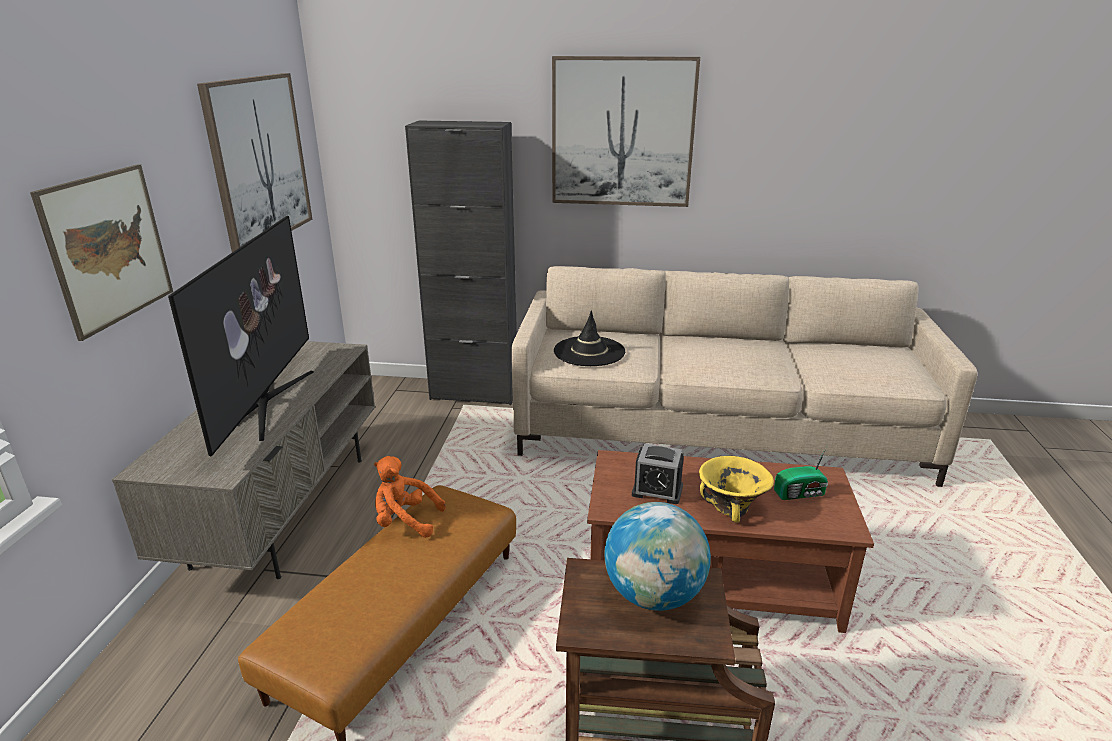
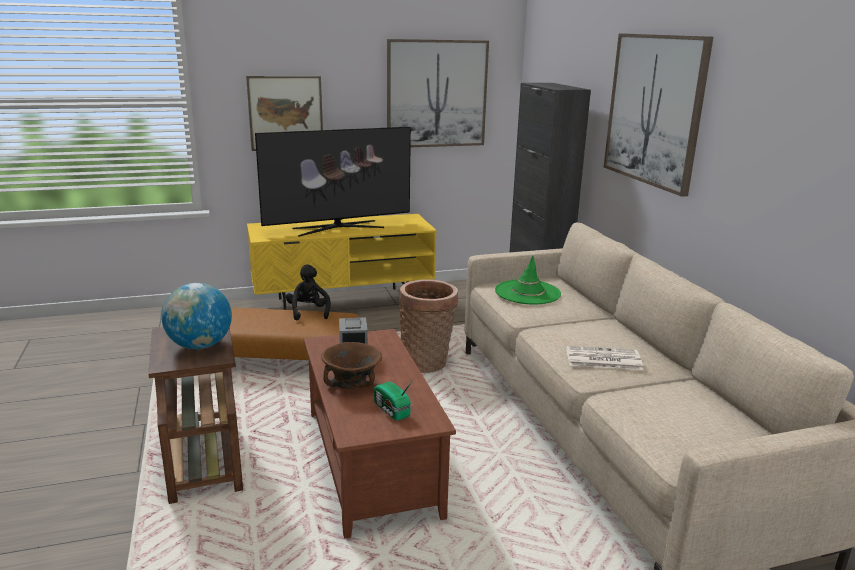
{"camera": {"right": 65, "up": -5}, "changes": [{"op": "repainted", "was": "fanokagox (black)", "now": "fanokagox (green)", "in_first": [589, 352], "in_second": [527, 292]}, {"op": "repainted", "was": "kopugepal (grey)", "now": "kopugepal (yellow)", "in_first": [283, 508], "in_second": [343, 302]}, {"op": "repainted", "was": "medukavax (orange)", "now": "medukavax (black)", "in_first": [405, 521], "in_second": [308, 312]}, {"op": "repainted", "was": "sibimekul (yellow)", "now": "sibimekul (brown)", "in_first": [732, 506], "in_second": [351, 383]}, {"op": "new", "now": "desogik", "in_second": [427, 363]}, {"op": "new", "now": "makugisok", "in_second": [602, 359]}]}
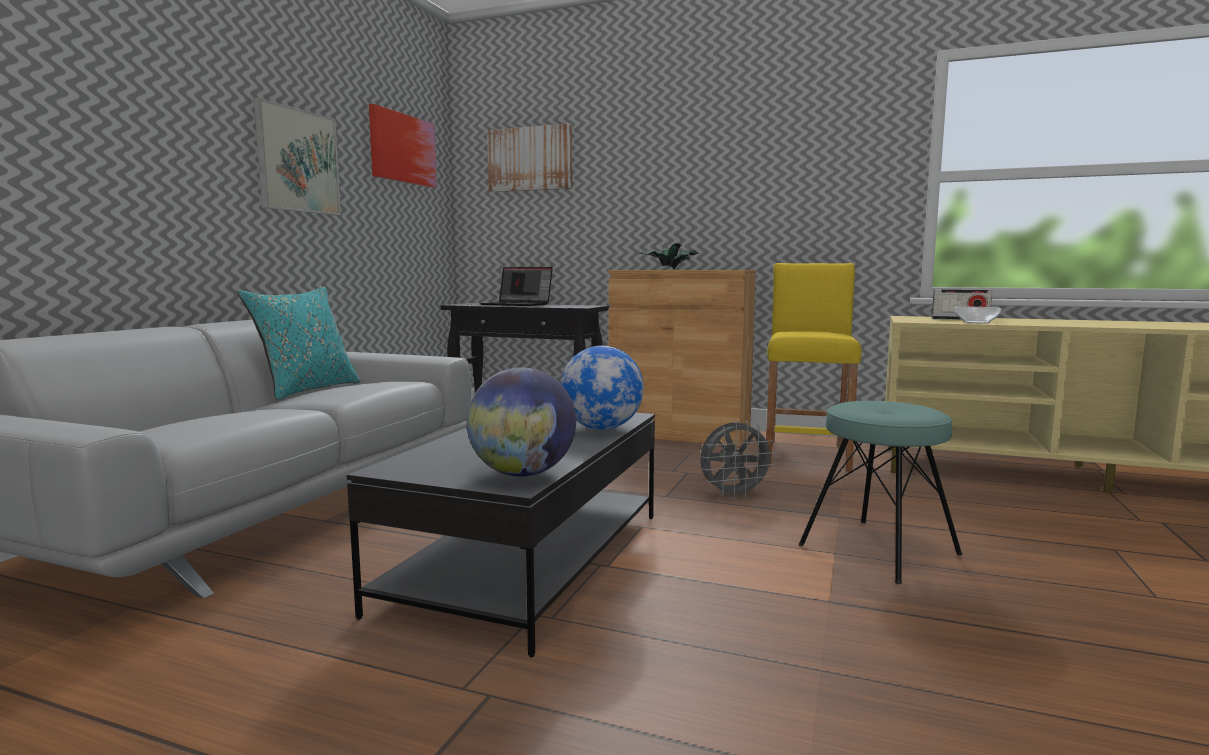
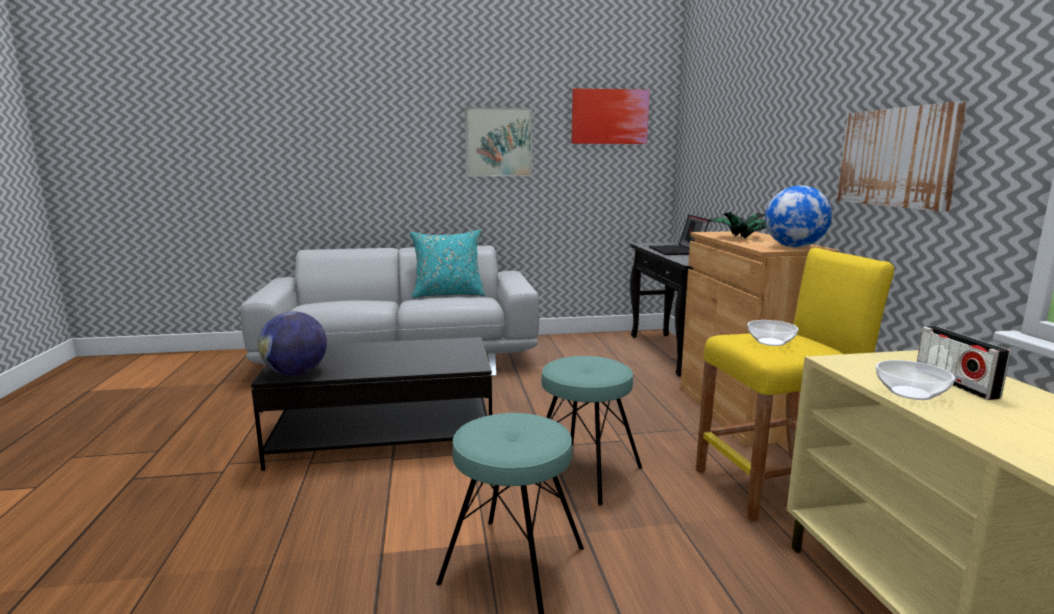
{"camera": {"right": 60, "up": 5}, "changes": [{"op": "shifted", "was": "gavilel", "in_first": [530, 159], "in_second": [897, 157]}, {"op": "shifted", "was": "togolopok", "in_first": [601, 428], "in_second": [794, 247]}, {"op": "swapped", "was": "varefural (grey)", "now": "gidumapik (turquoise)", "in_first": [734, 495], "in_second": [584, 472]}, {"op": "new", "now": "sibimekul", "in_second": [770, 342]}]}
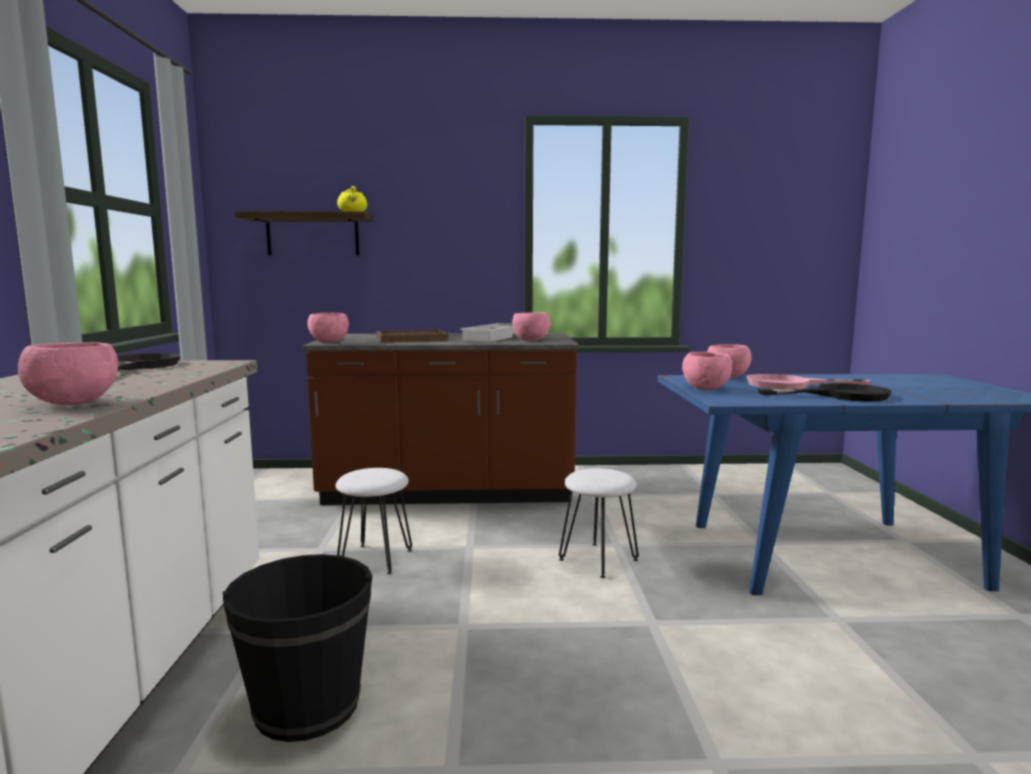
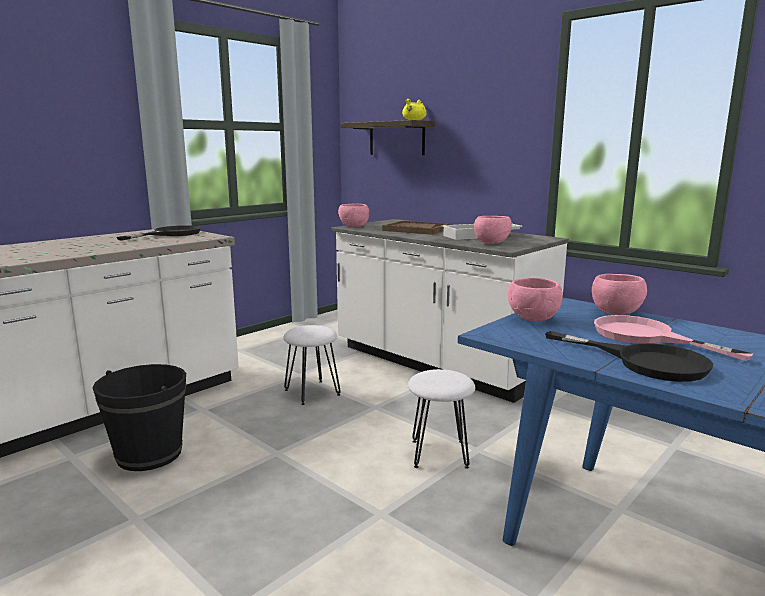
{"camera": {"right": 45, "up": 5}, "changes": [{"op": "repainted", "was": "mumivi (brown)", "now": "mumivi (white)", "in_first": [448, 491], "in_second": [438, 363]}, {"op": "gone", "was": "sibimekul (pink)", "in_first": [73, 403]}]}
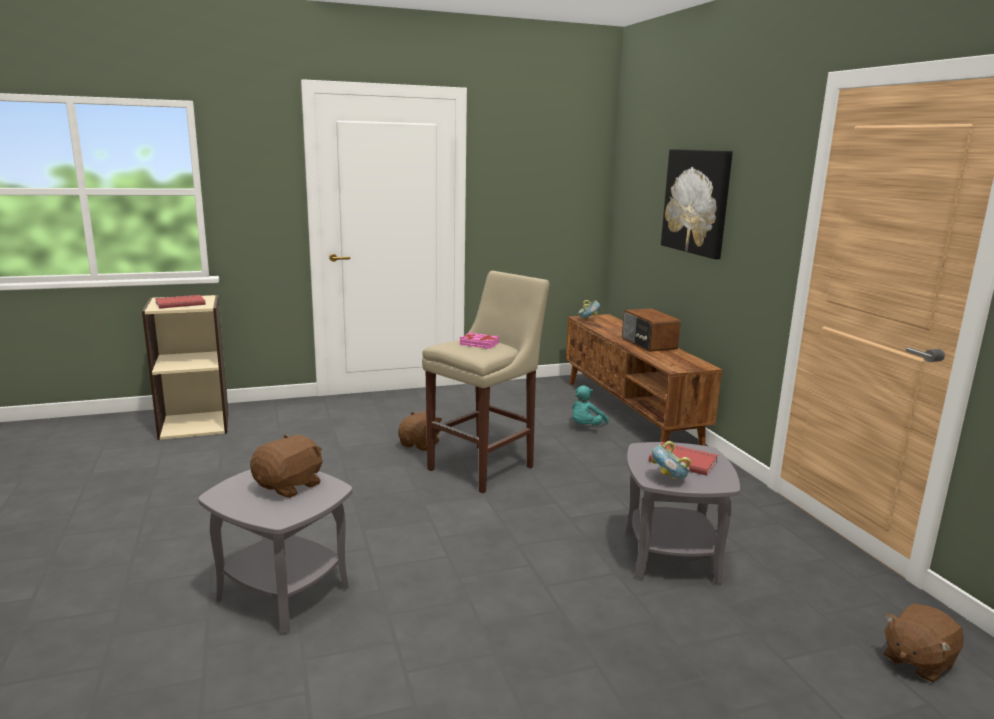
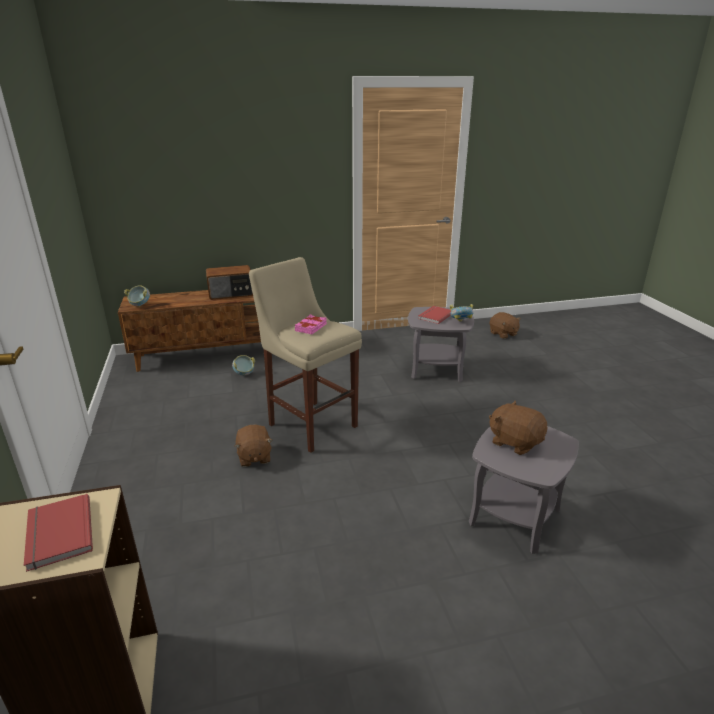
{"camera": {"right": -85, "up": 10}, "changes": [{"op": "gone", "was": "gavilel", "in_first": [697, 201]}, {"op": "swapped", "was": "medukavax (turquoise)", "now": "sibimekul", "in_first": [586, 427], "in_second": [244, 374]}, {"op": "rotated", "was": "medukavax (brown)", "in_first": [420, 444], "in_second": [254, 457], "clockwise": -135}]}
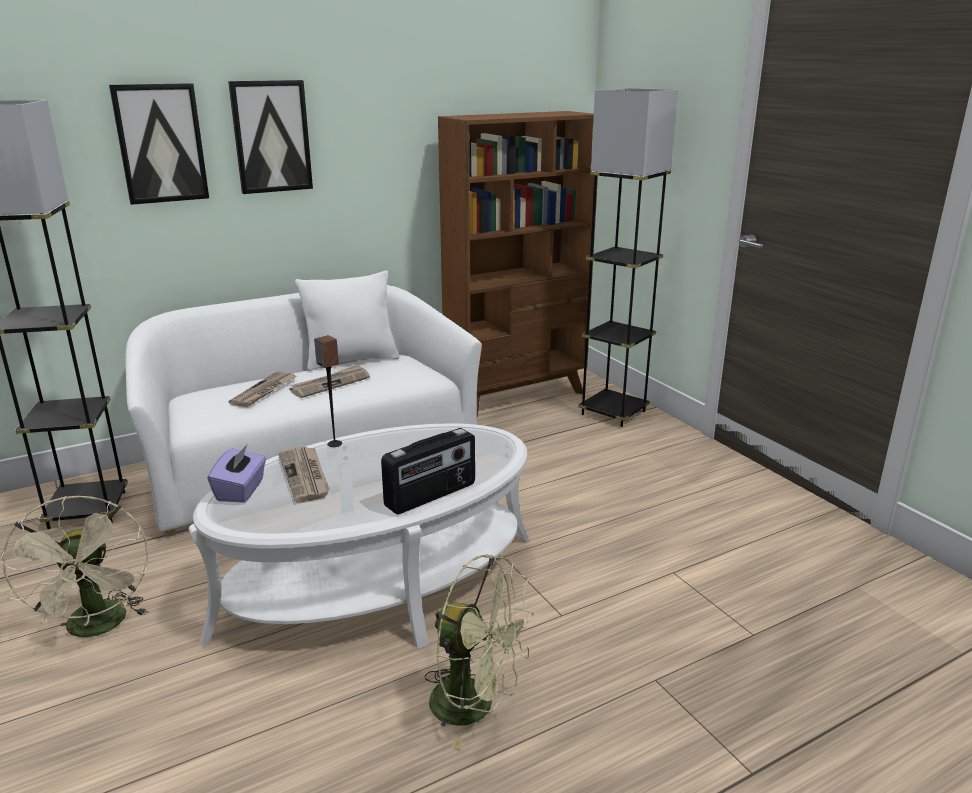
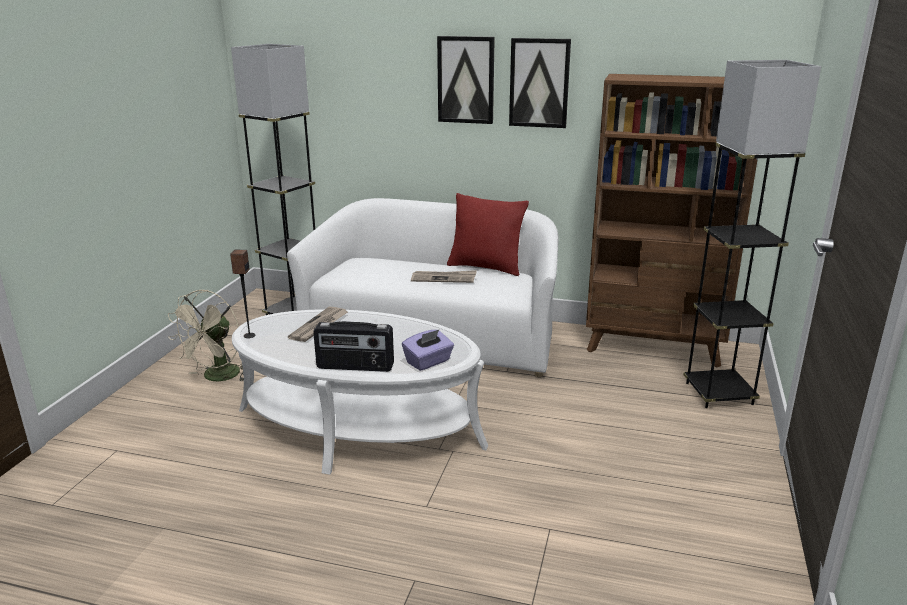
{"camera": {"right": 45, "up": 0}, "changes": [{"op": "shifted", "was": "gavilel", "in_first": [160, 143], "in_second": [539, 83]}, {"op": "repainted", "was": "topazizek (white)", "now": "topazizek (red)", "in_first": [351, 360], "in_second": [486, 267]}, {"op": "shifted", "was": "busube", "in_first": [334, 444], "in_second": [249, 335]}, {"op": "gone", "was": "makugisok", "in_first": [264, 391]}, {"op": "shifted", "was": "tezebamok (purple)", "in_first": [241, 490], "in_second": [428, 362]}, {"op": "gone", "was": "varefural (green)", "in_first": [476, 705]}]}
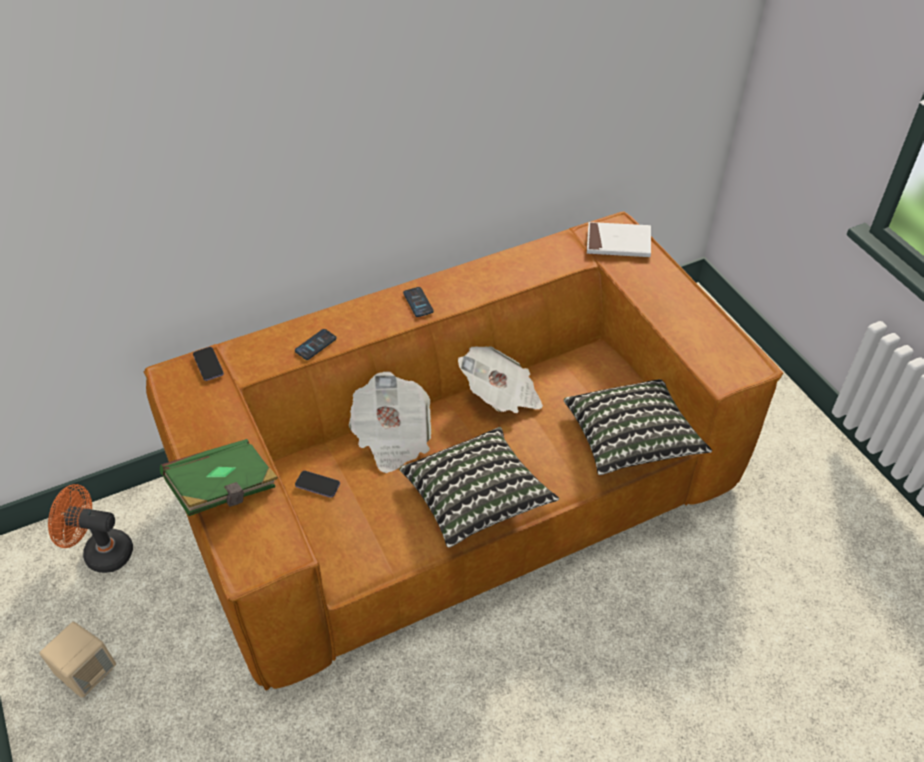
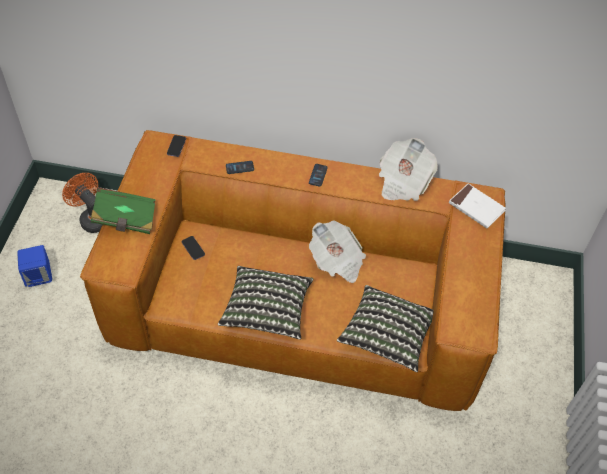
{"camera": {"right": 35, "up": 5}, "changes": [{"op": "shifted", "was": "makugisok", "in_first": [392, 437], "in_second": [403, 182]}, {"op": "repainted", "was": "busube (beige)", "now": "busube (blue)", "in_first": [87, 673], "in_second": [39, 276]}]}
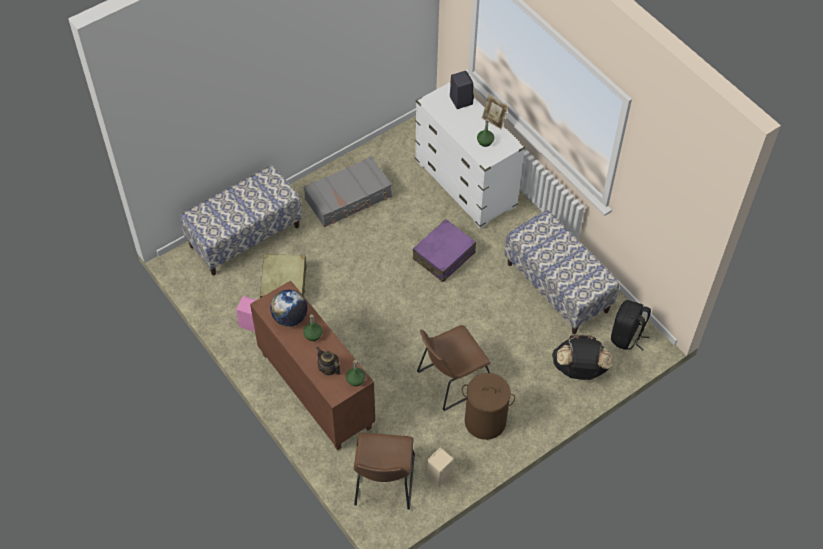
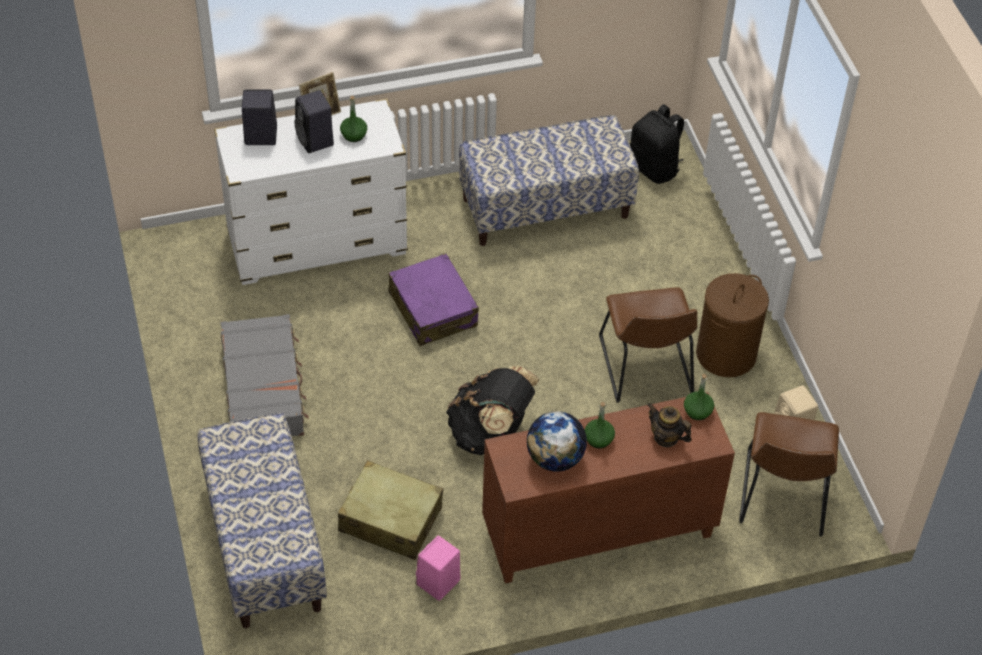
{"camera": {"right": -70, "up": -5}, "changes": [{"op": "shifted", "was": "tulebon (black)", "in_first": [579, 370], "in_second": [490, 433]}, {"op": "rotated", "was": "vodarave", "in_first": [328, 369], "in_second": [666, 437], "clockwise": 60}, {"op": "rotated", "was": "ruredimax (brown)", "in_first": [384, 483], "in_second": [783, 497], "clockwise": 75}, {"op": "new", "now": "busube (black)", "in_second": [316, 141]}]}
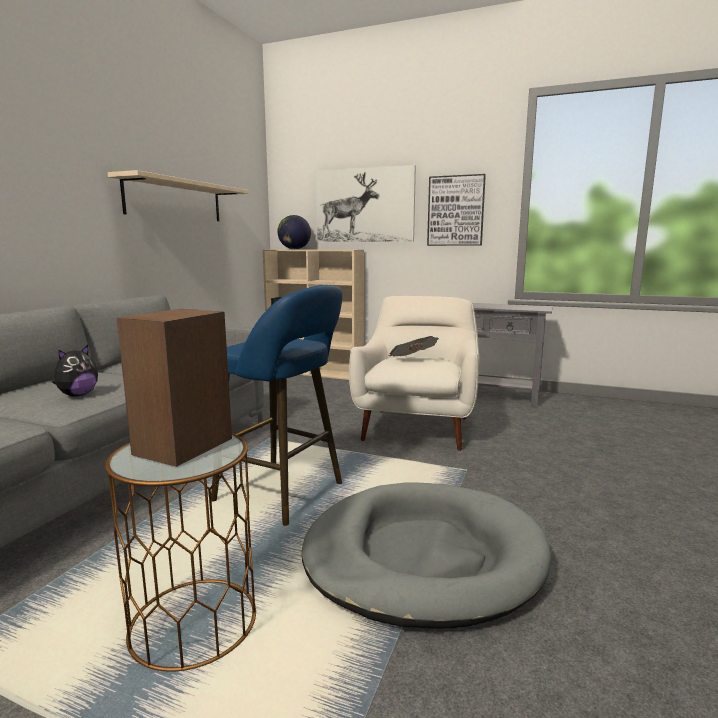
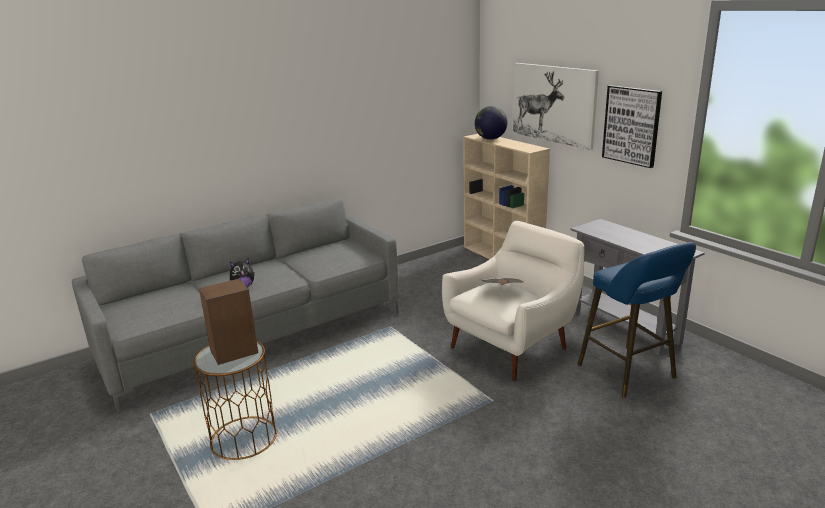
{"camera": {"right": 35, "up": 10}, "changes": [{"op": "gone", "was": "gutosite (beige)", "in_first": [175, 200]}, {"op": "shifted", "was": "gidumapik (blue)", "in_first": [285, 493], "in_second": [630, 373]}, {"op": "gone", "was": "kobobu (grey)", "in_first": [423, 557]}]}
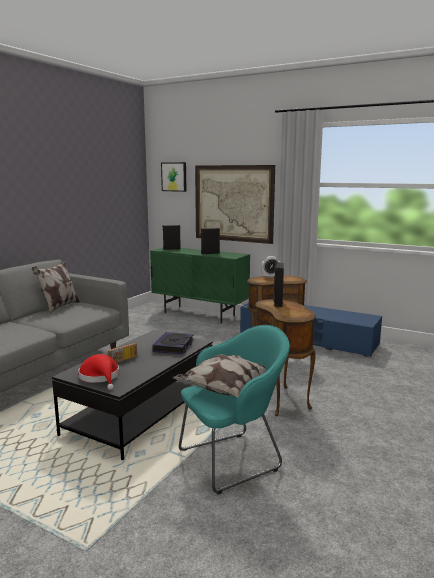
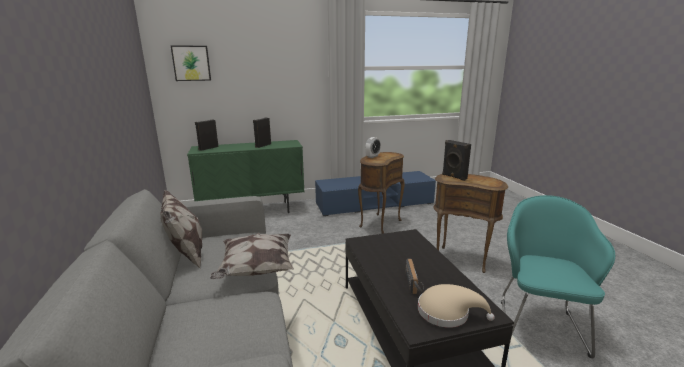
{"camera": {"right": -45, "up": 5}, "changes": [{"op": "gone", "was": "gavilel", "in_first": [233, 203]}, {"op": "gone", "was": "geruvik", "in_first": [174, 346]}, {"op": "repainted", "was": "fanokagox (red)", "now": "fanokagox (beige)", "in_first": [100, 377], "in_second": [447, 312]}, {"op": "shifted", "was": "topazizek", "in_first": [224, 390], "in_second": [256, 269]}]}
